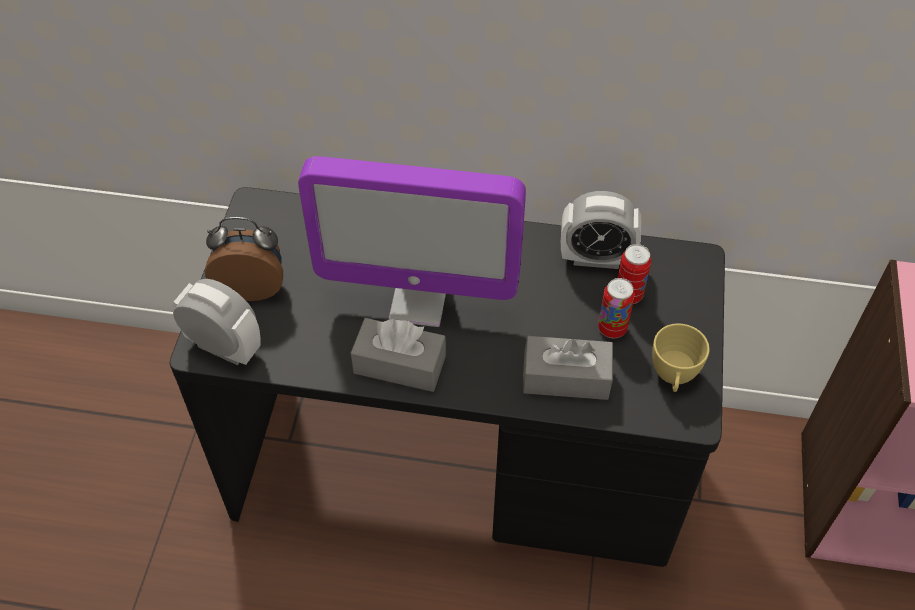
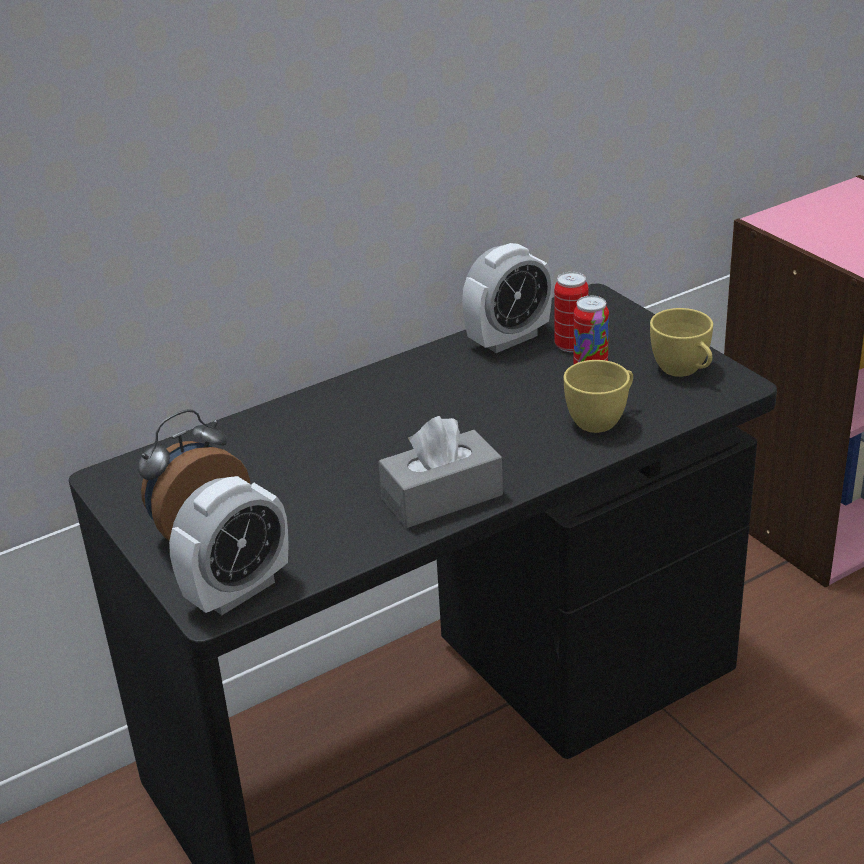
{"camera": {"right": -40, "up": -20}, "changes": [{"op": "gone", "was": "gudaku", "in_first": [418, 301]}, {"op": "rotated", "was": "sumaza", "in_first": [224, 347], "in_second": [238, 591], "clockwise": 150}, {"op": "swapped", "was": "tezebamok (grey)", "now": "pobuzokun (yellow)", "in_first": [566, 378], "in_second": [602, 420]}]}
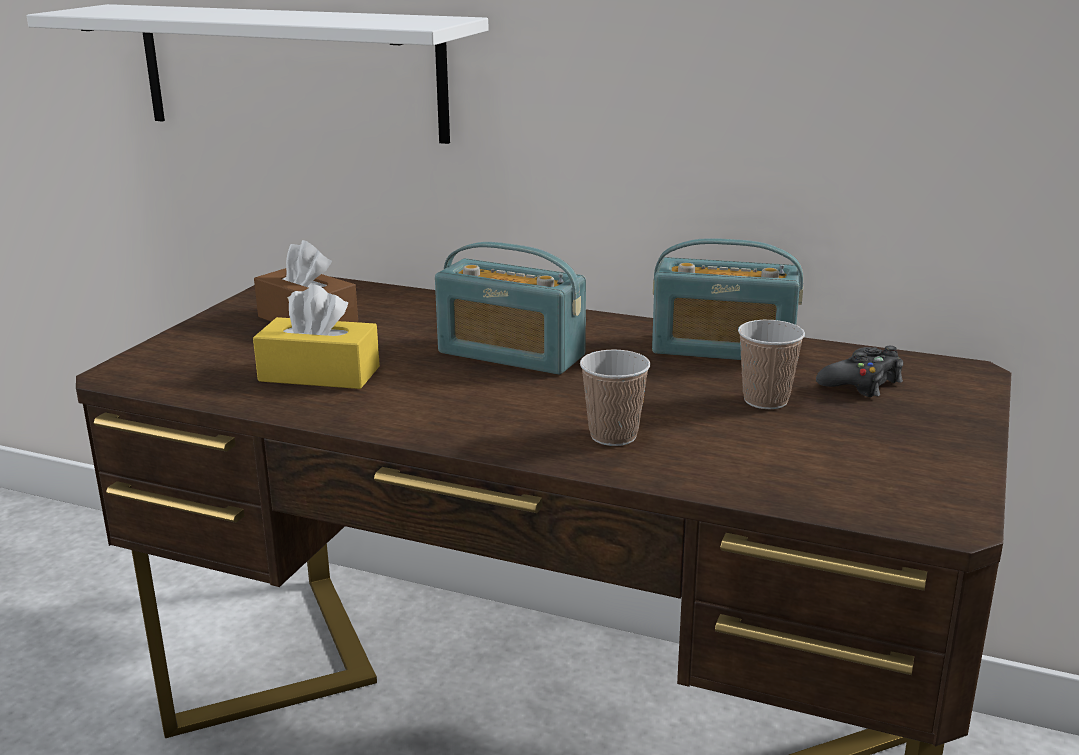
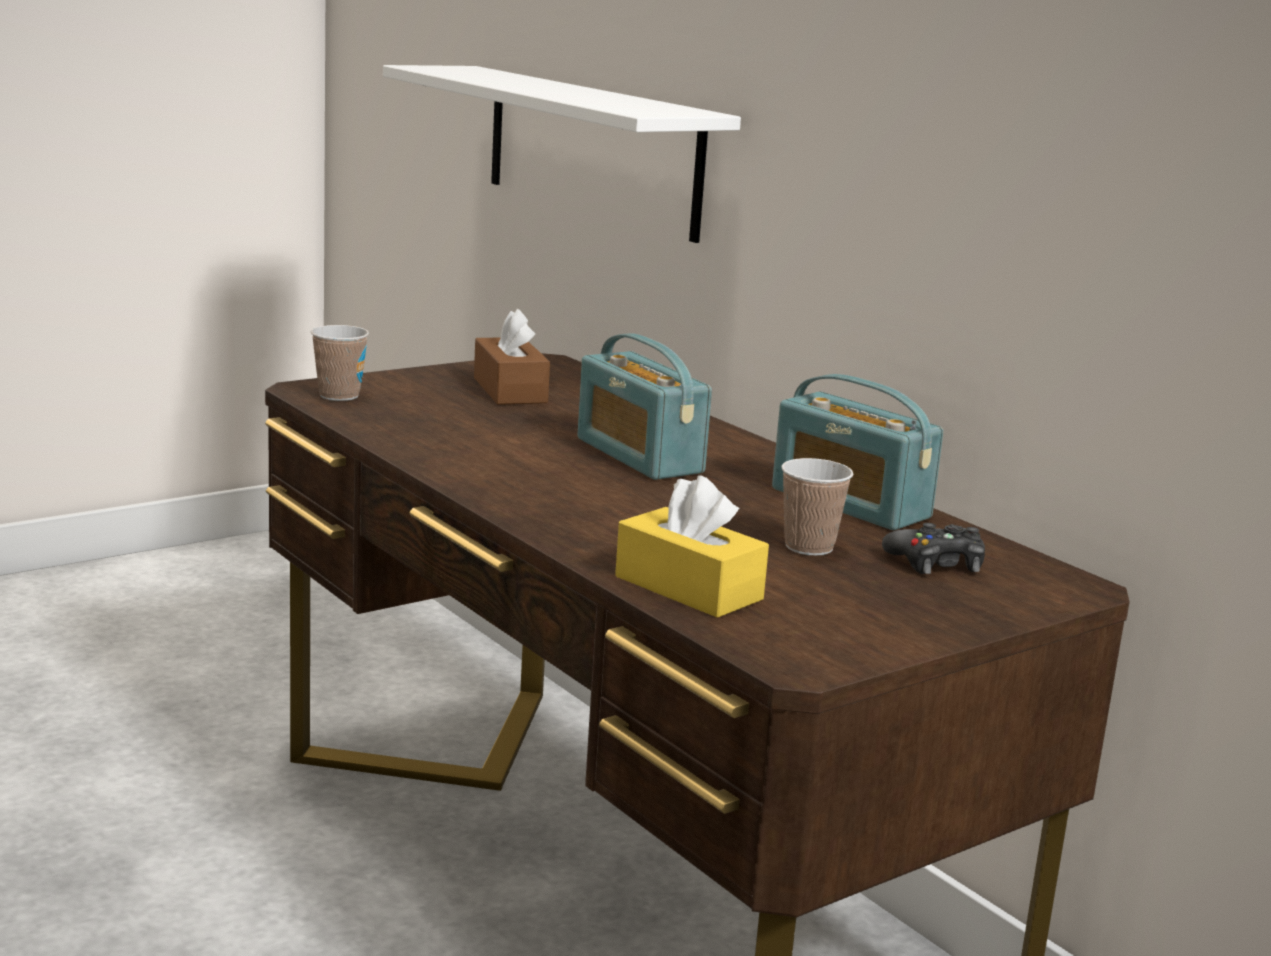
{"camera": {"right": 30, "up": -5}, "changes": [{"op": "shifted", "was": "tezebamok (yellow)", "in_first": [319, 374], "in_second": [688, 588]}, {"op": "shifted", "was": "pobuzokun", "in_first": [613, 436], "in_second": [339, 395]}]}
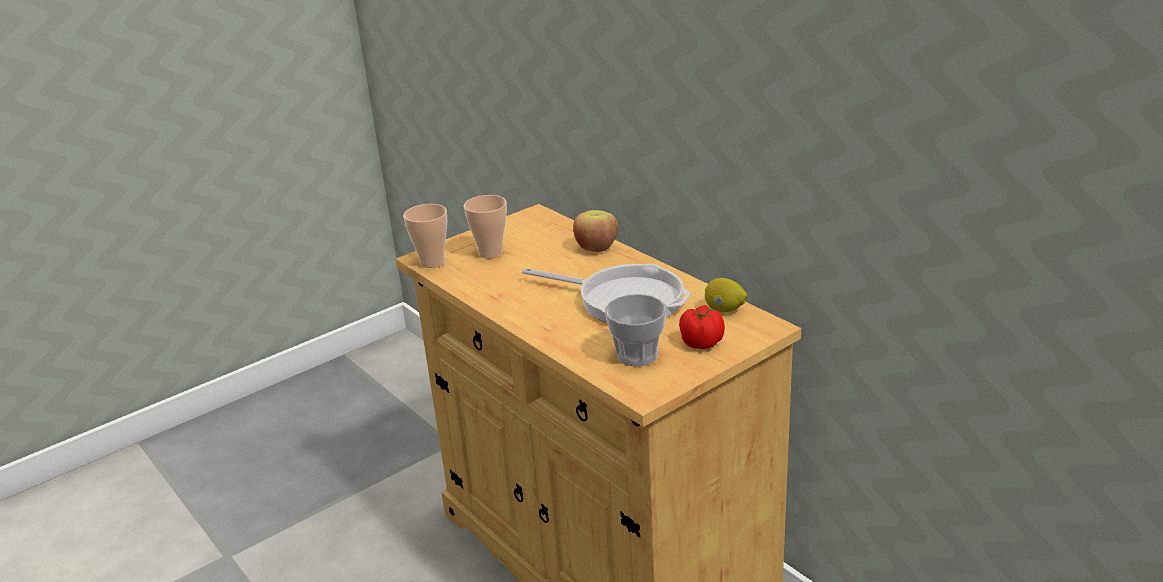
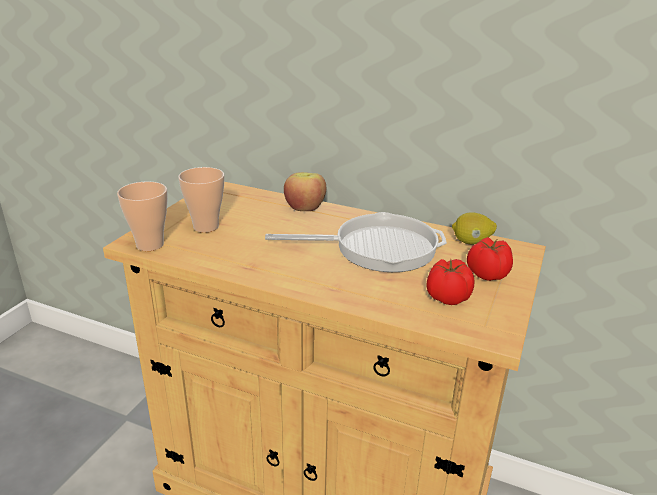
{"camera": {"right": -30, "up": 0}, "changes": [{"op": "swapped", "was": "pobuzokun", "now": "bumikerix", "in_first": [637, 355], "in_second": [446, 297]}]}
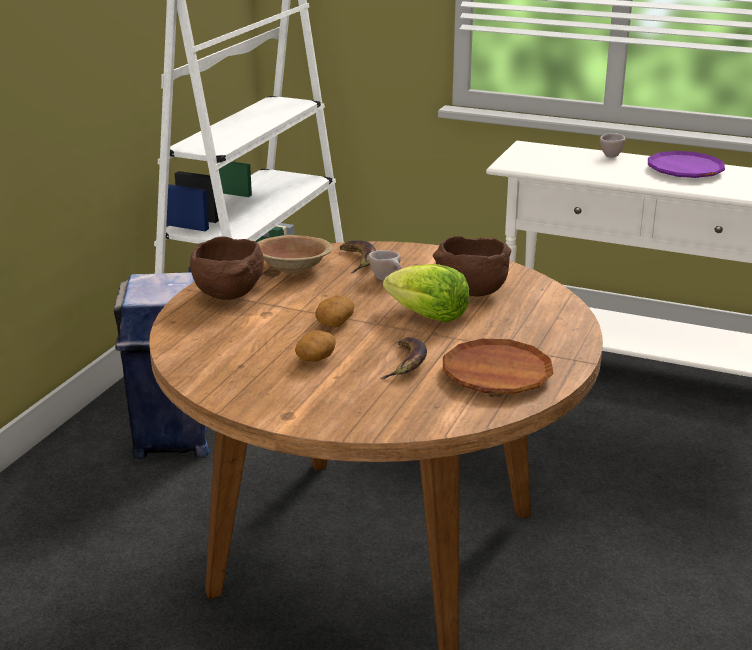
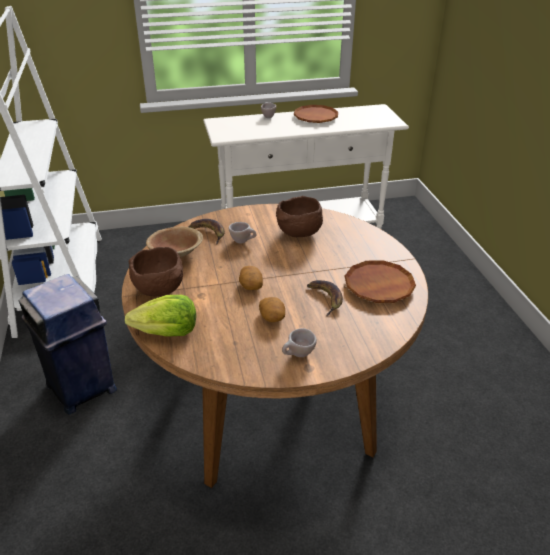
{"camera": {"right": -35, "up": 10}, "changes": [{"op": "repainted", "was": "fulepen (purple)", "now": "fulepen (brown)", "in_first": [685, 170], "in_second": [315, 117]}, {"op": "shifted", "was": "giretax", "in_first": [428, 316], "in_second": [167, 333]}, {"op": "new", "now": "pobuzokun (beige)", "in_second": [298, 355]}]}
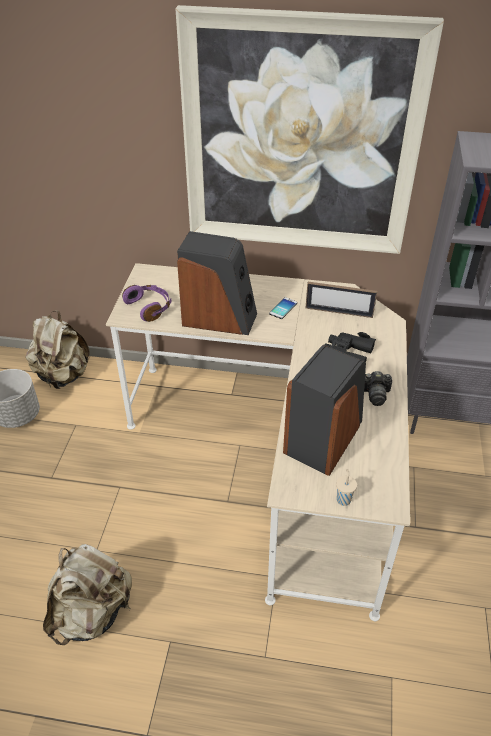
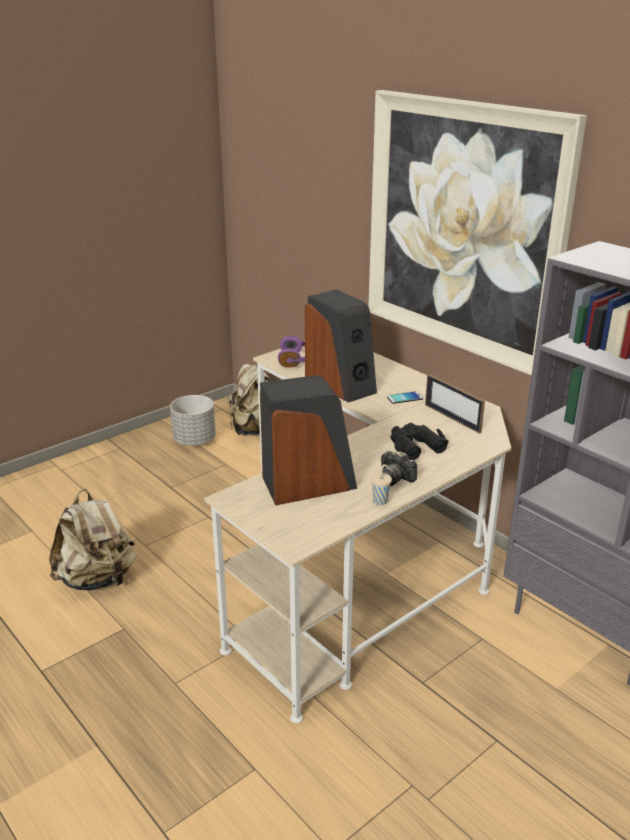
{"camera": {"right": 40, "up": -15}, "changes": [{"op": "shifted", "was": "pobuzokun (beige)", "in_first": [343, 499], "in_second": [381, 501]}]}
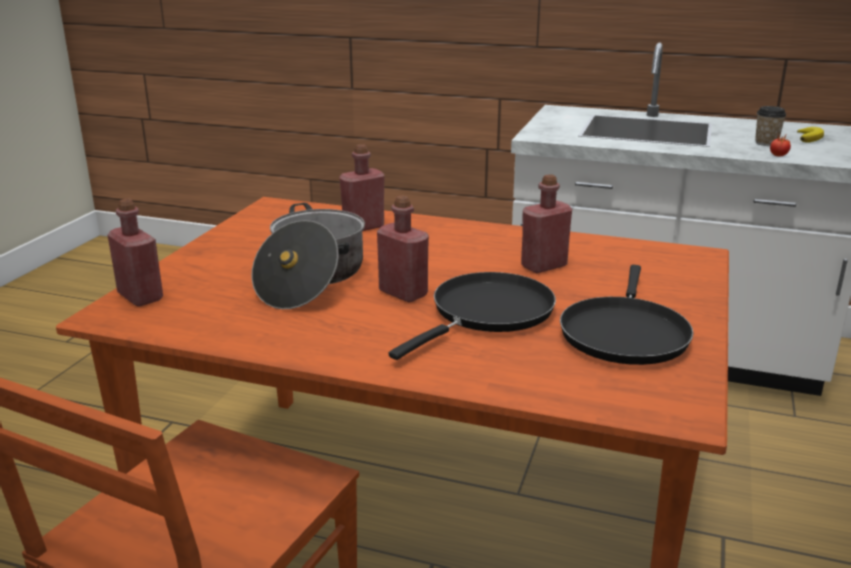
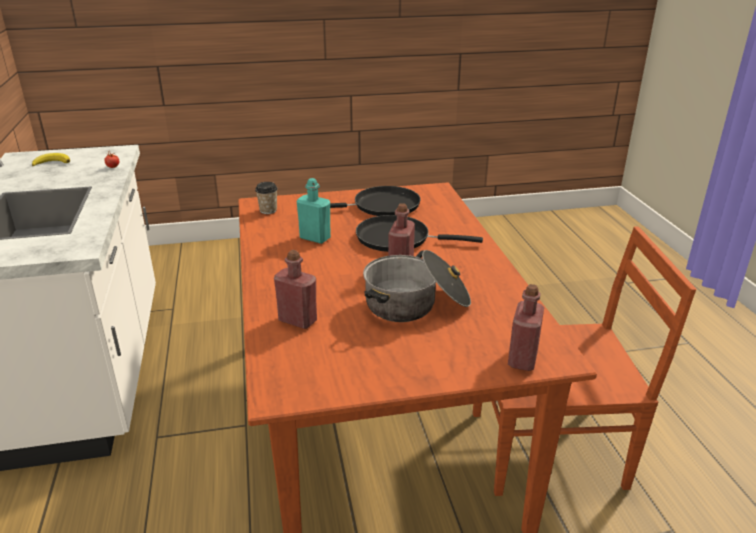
{"camera": {"right": -120, "up": 5}, "changes": [{"op": "shifted", "was": "pobuzokun", "in_first": [766, 143], "in_second": [268, 210]}, {"op": "repainted", "was": "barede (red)", "now": "barede (turquoise)", "in_first": [543, 266], "in_second": [315, 238]}]}
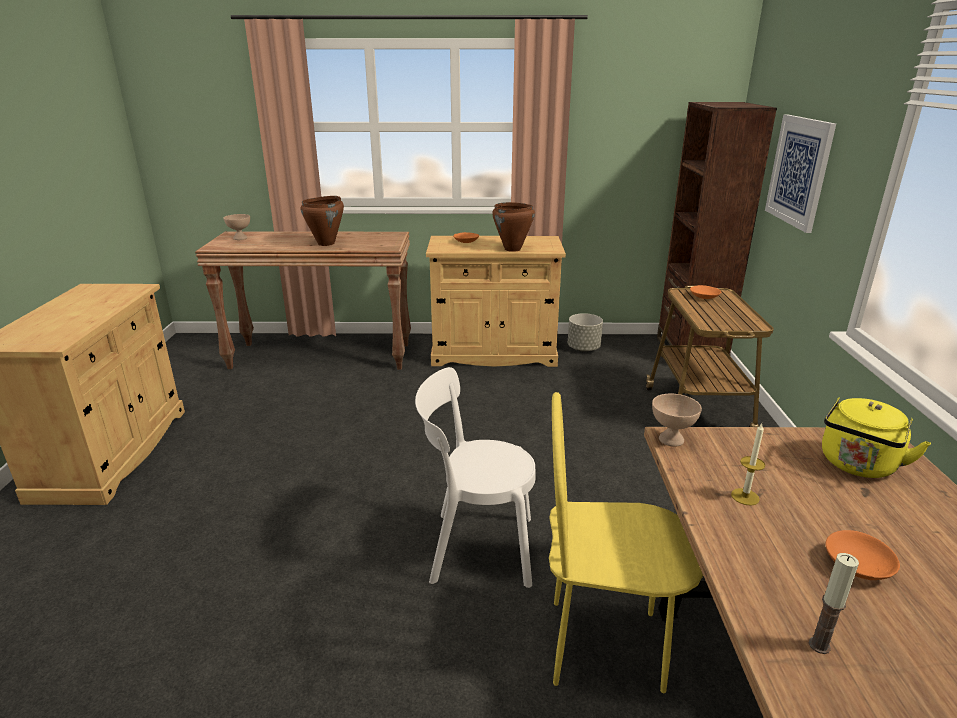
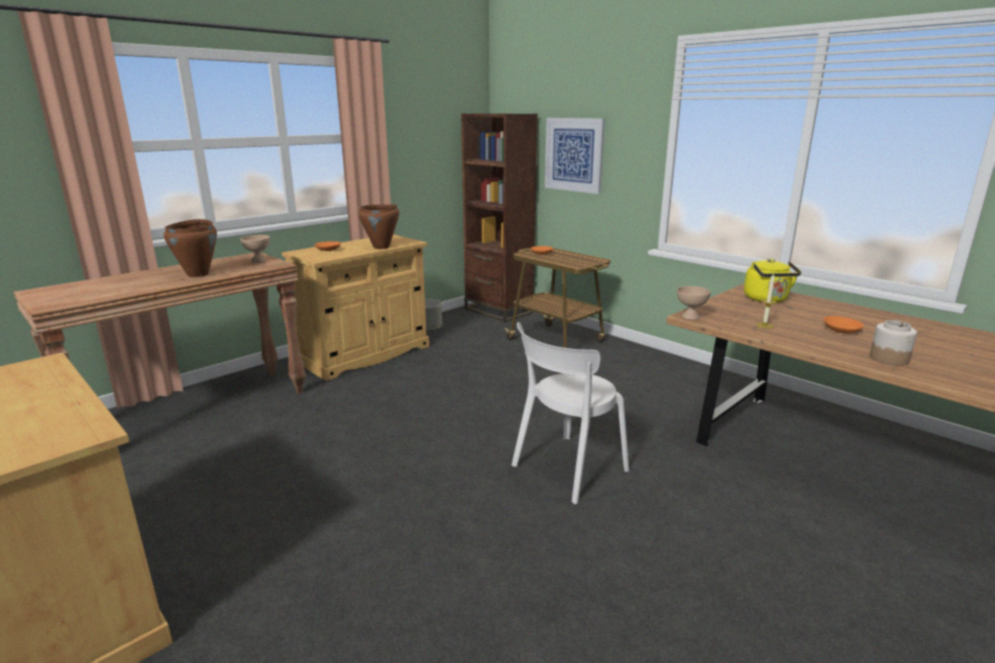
{"camera": {"right": -45, "up": -5}, "changes": [{"op": "shifted", "was": "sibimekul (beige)", "in_first": [239, 238], "in_second": [258, 261]}, {"op": "gone", "was": "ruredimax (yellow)", "in_first": [605, 645]}, {"op": "swapped", "was": "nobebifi", "now": "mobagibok", "in_first": [819, 645], "in_second": [889, 358]}]}
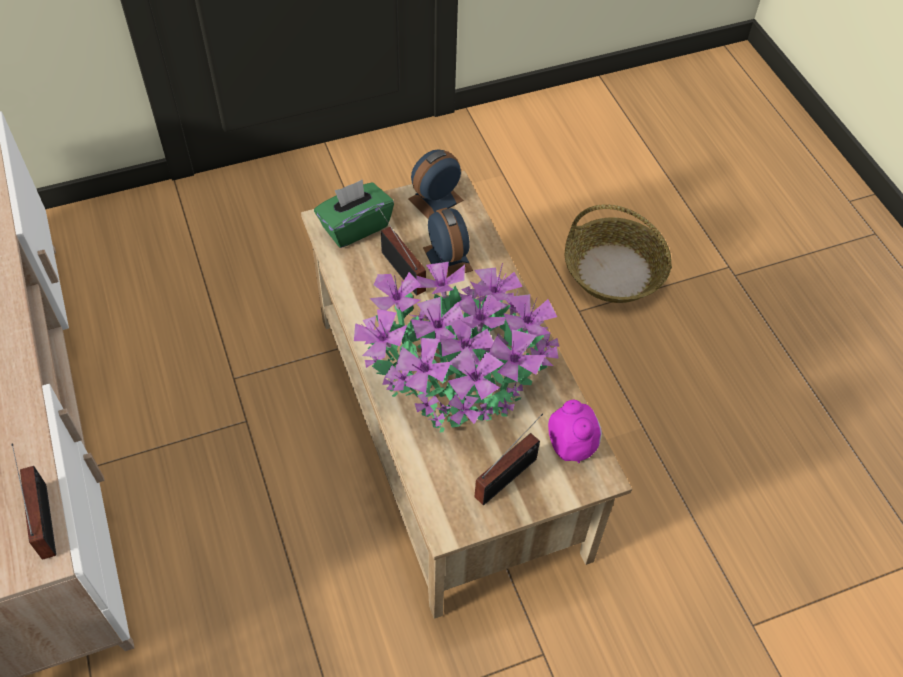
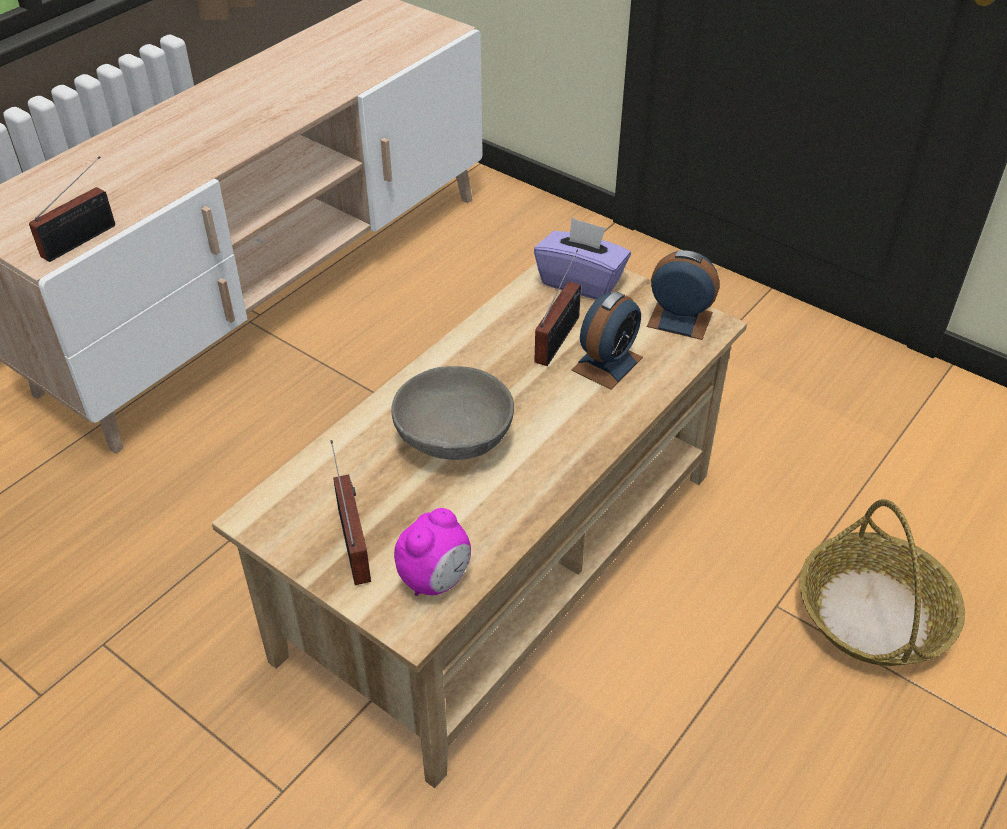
{"camera": {"right": 60, "up": -10}, "changes": [{"op": "repainted", "was": "tezebamok (green)", "now": "tezebamok (purple)", "in_first": [355, 227], "in_second": [581, 281]}, {"op": "swapped", "was": "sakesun", "now": "sibimekul (grey)", "in_first": [458, 376], "in_second": [456, 441]}, {"op": "rotated", "was": "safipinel", "in_first": [509, 476], "in_second": [354, 540], "clockwise": -120}]}
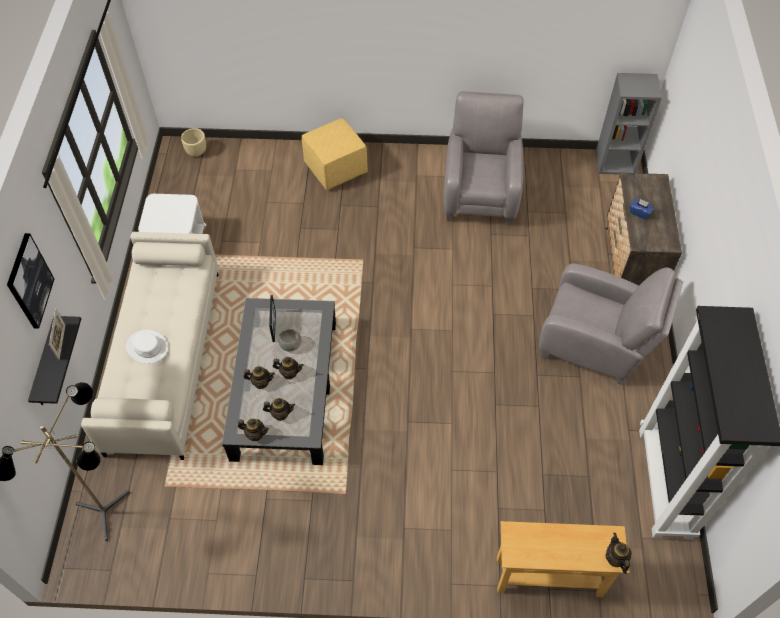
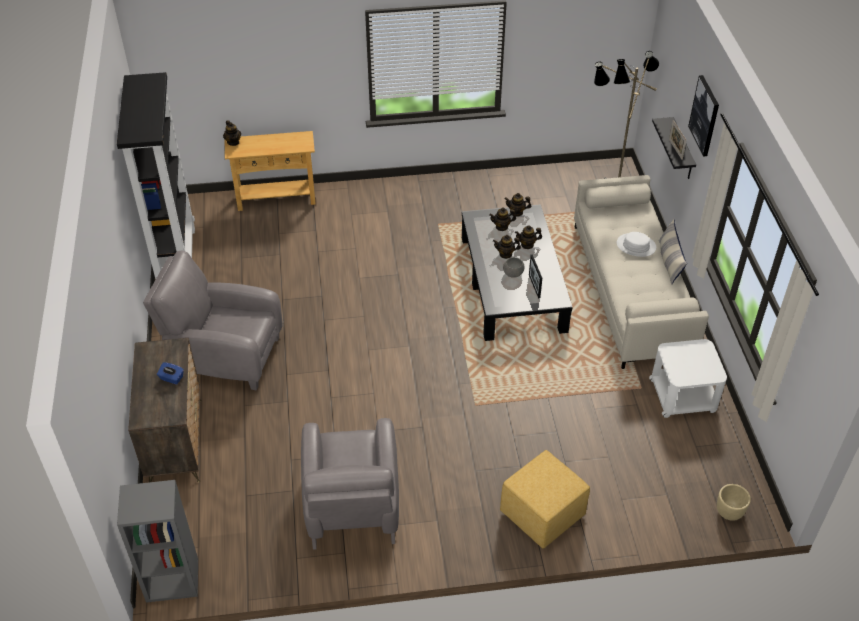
{"camera": {"right": 170, "up": -10}, "changes": [{"op": "new", "now": "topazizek", "in_second": [669, 262]}]}
